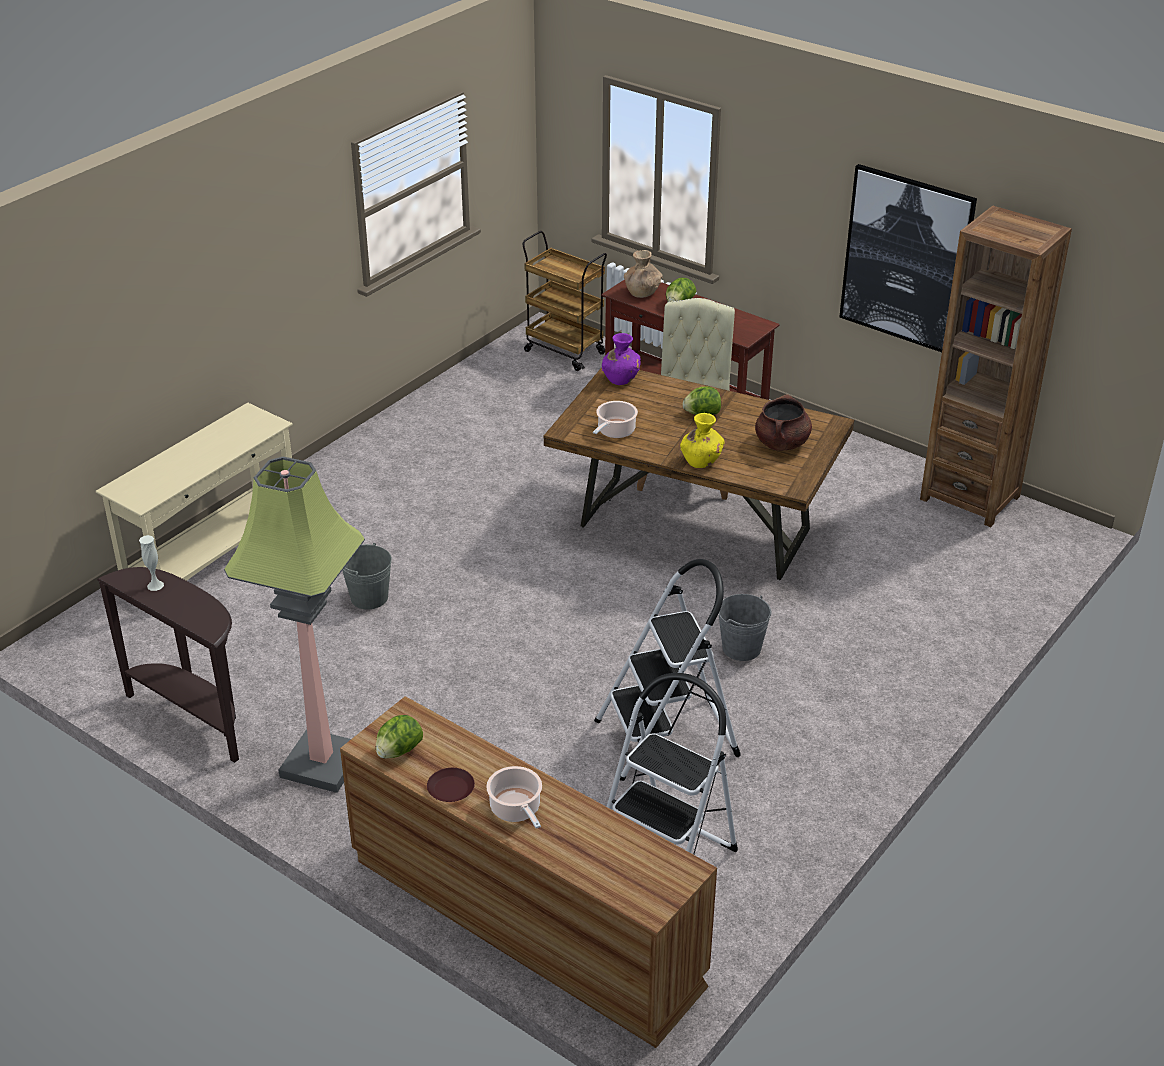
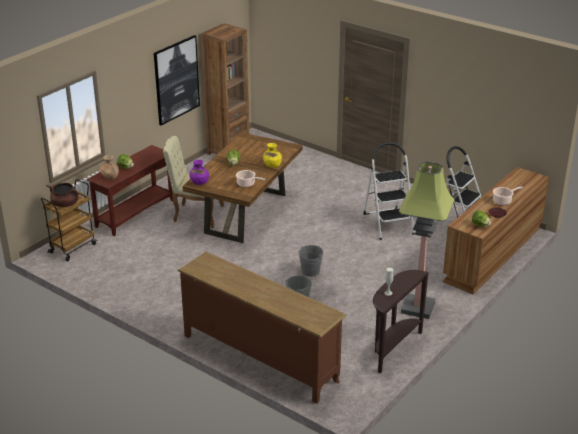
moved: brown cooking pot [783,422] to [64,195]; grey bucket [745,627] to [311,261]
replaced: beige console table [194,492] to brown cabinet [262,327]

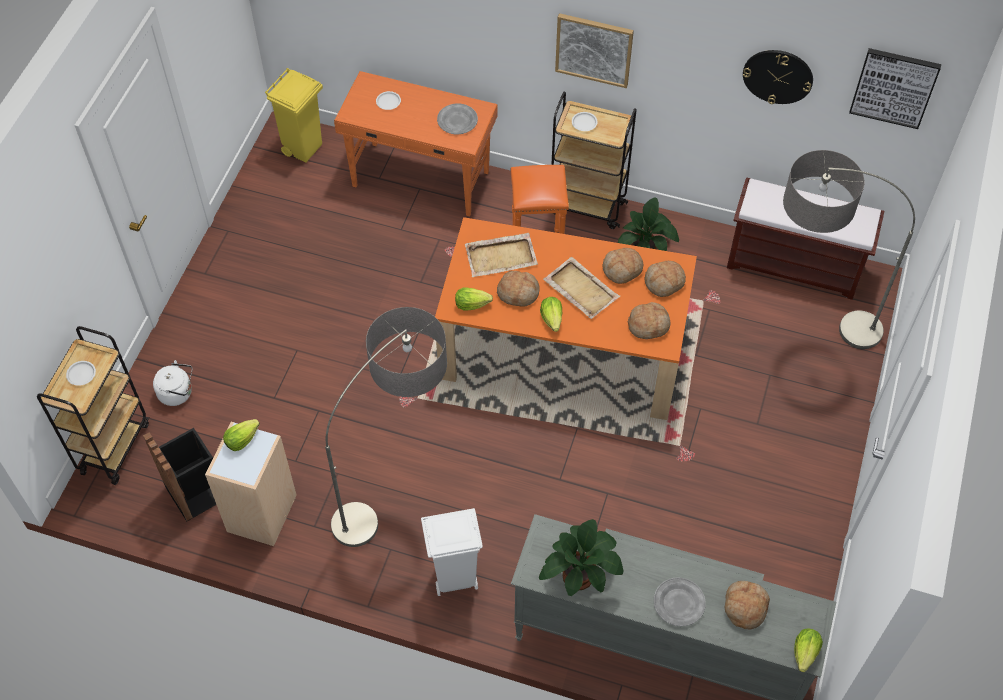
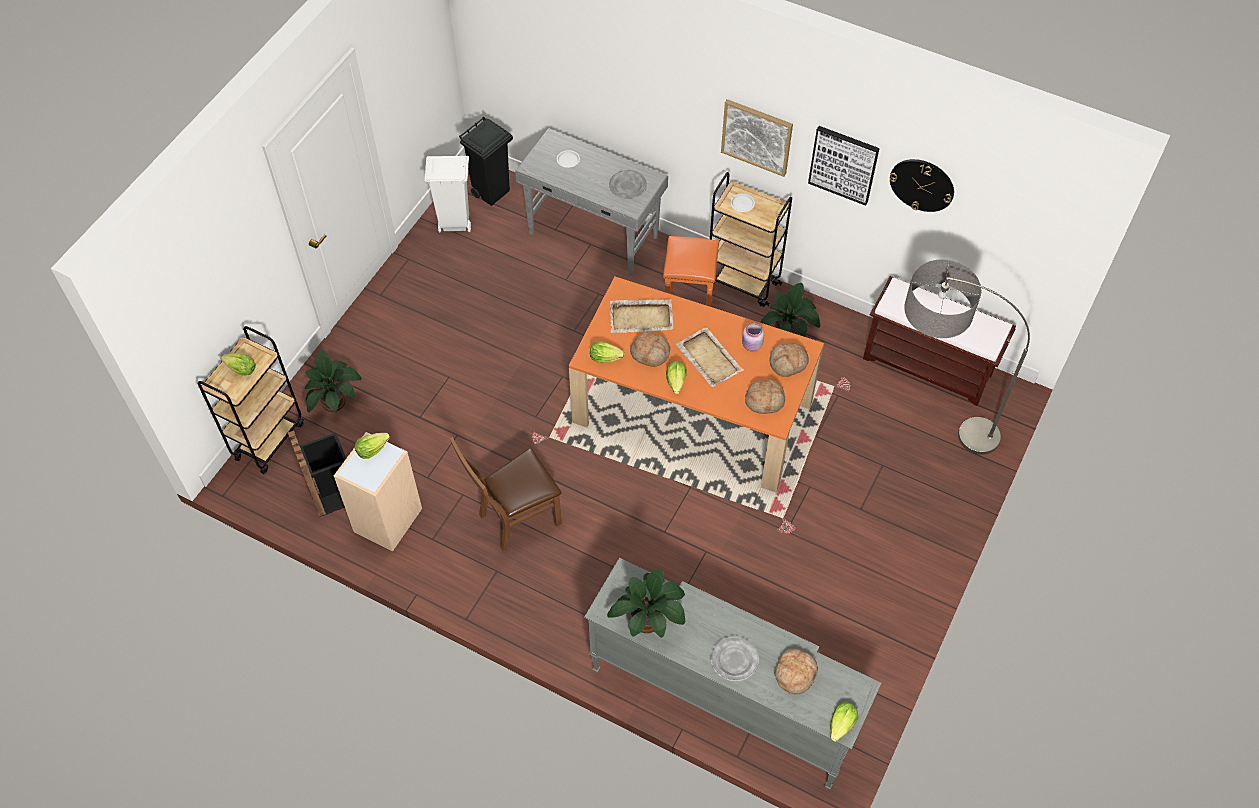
moved: picture [895,88] to [844,166]; white trash can [452,552] to [448,194]
replaced: bread [622,266] to pink jar [753,337]; floor lamp [386,427] to brown chair [506,494]; white kettle [172,383] to potted plant [333,381]; white plate [81,373] to lettuce [238,364]
recoloured: yellow trash can [294,115] to black trash can [486,161]; orange console table [415,144] to grey console table [591,202]

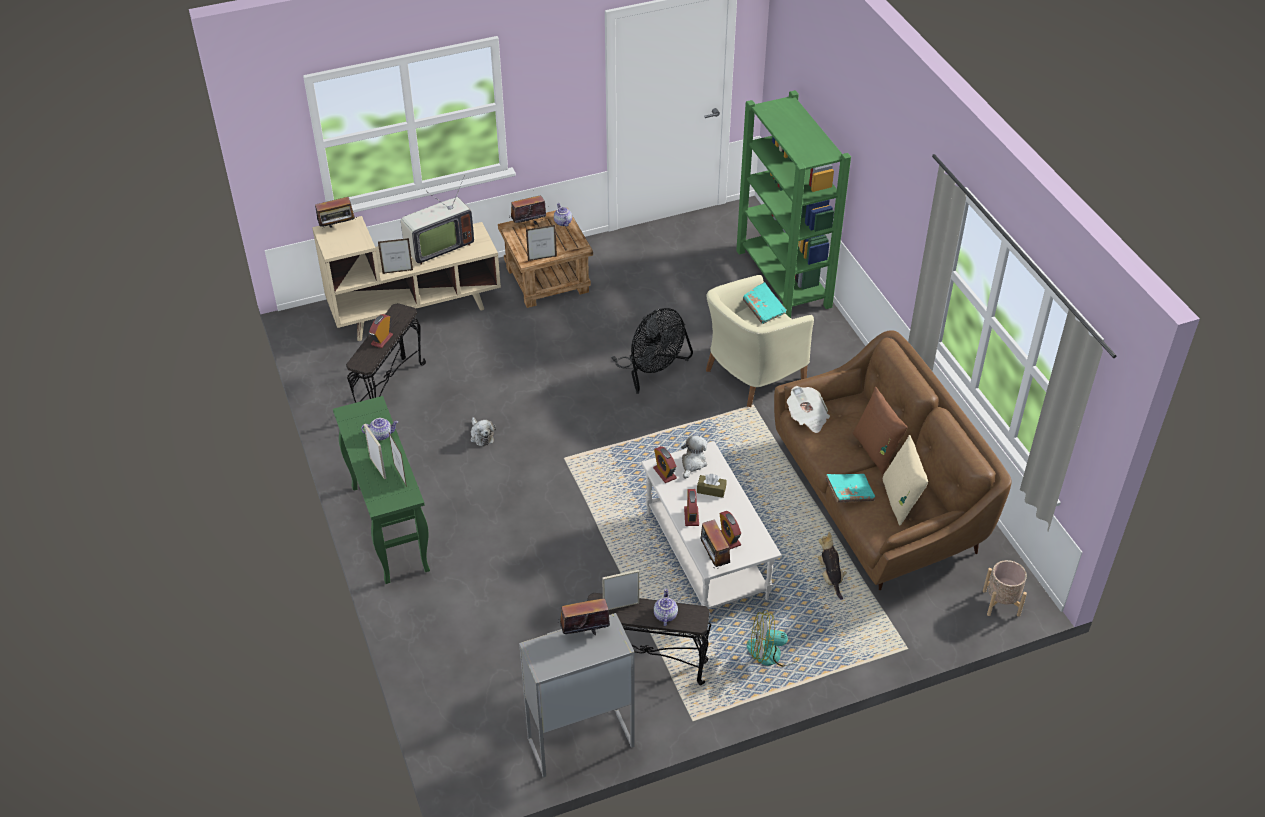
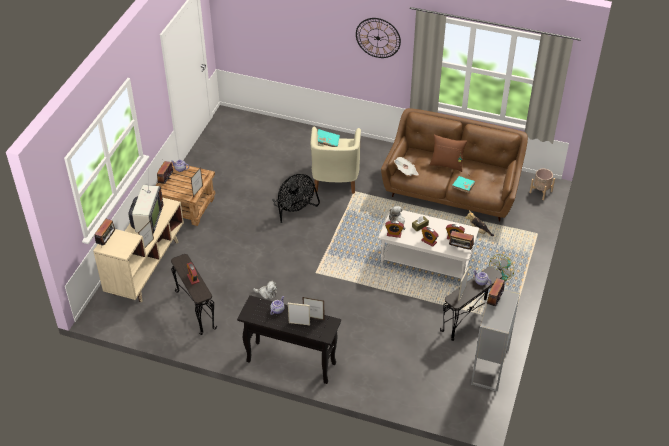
removed: green bookcase [793,204]; beige pillow [905,480]
added: wall clock [378,38]
recoloured: green console table [381,490] to black console table [289,339]
turned: black fan [652,351] = [296,198] 60 degrees clockwise

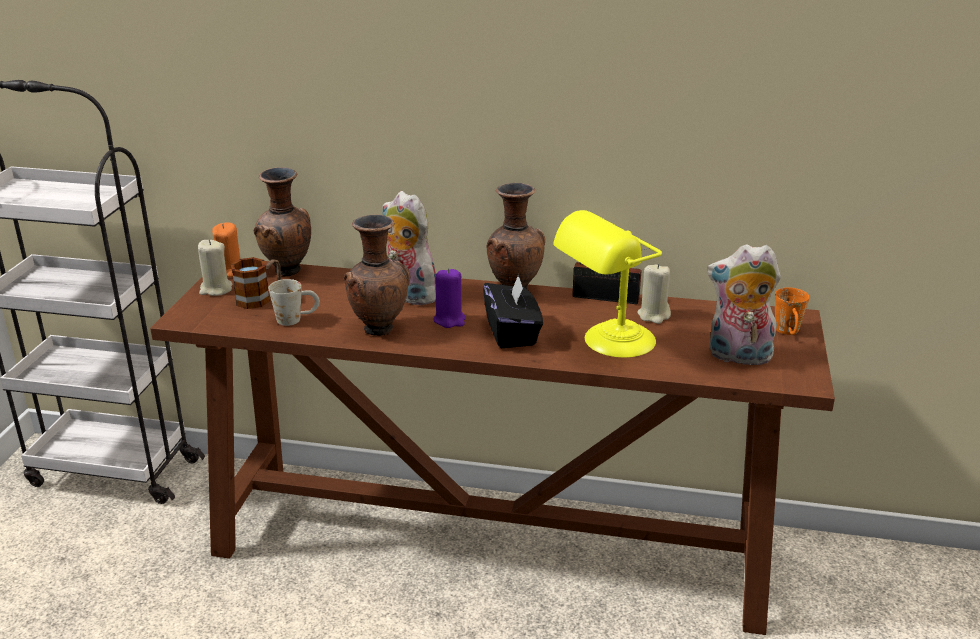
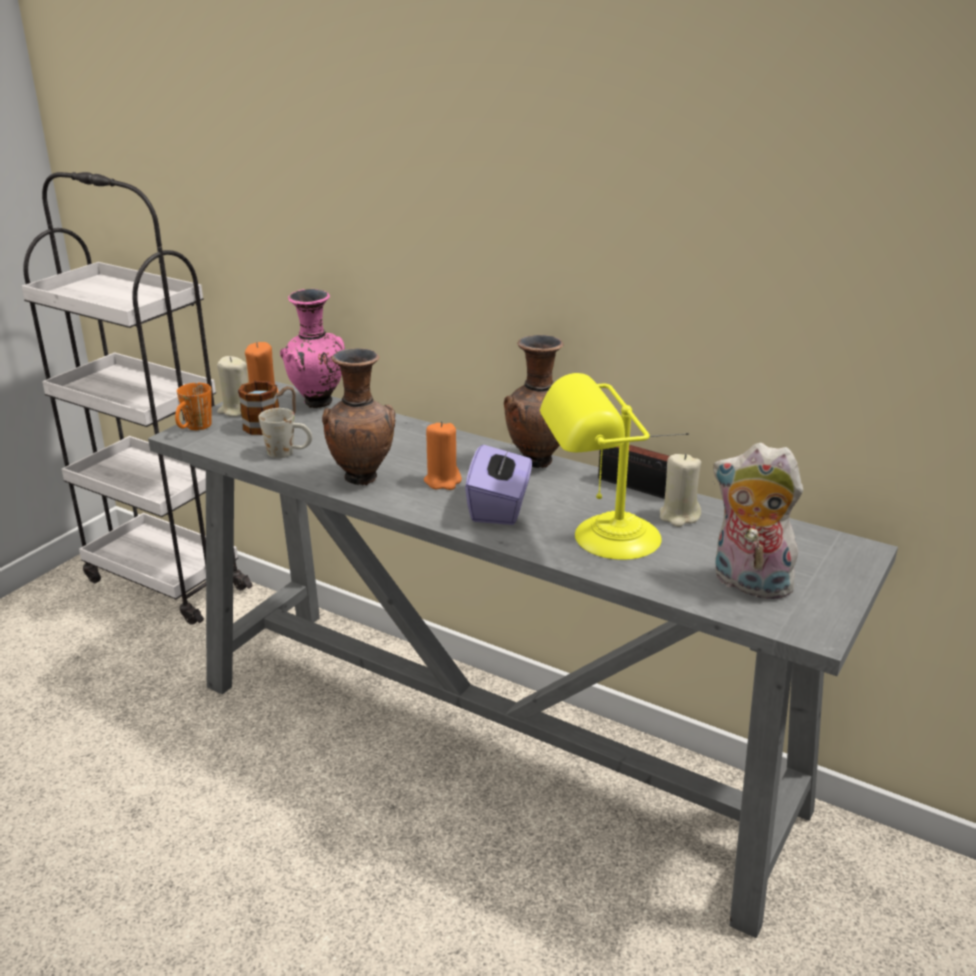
removed: plush toy [409,248]
moved: orange mug [792,311] to [193,406]
recoloured: brown vase [282,222] to pink vase [312,348]; brown console table [492,448] to grey console table [523,659]; purple candle [450,298] to orange candle [443,455]; black tissue box [513,311] to purple tissue box [498,482]

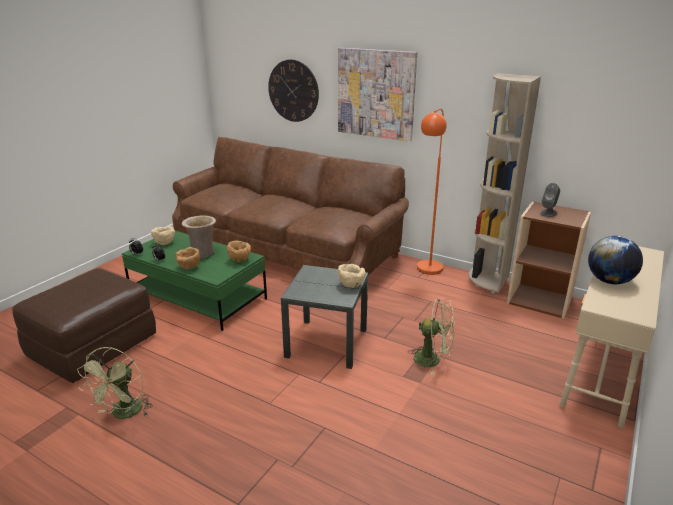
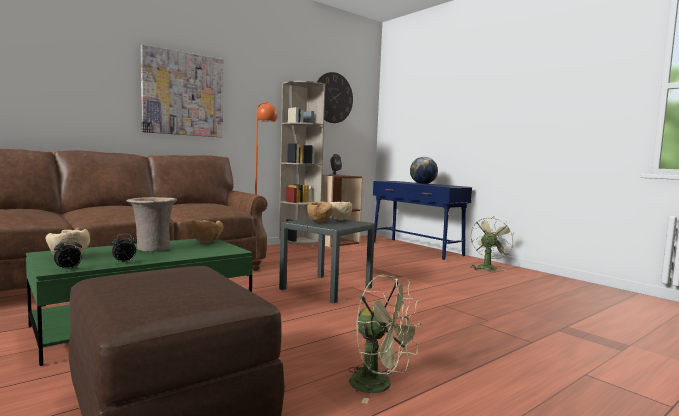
moved: wall clock [293,91] to [335,97]; brown bowl [187,258] to [320,212]; green fan [431,336] to [492,243]
recoloured: beige console table [611,337] to blue console table [422,220]

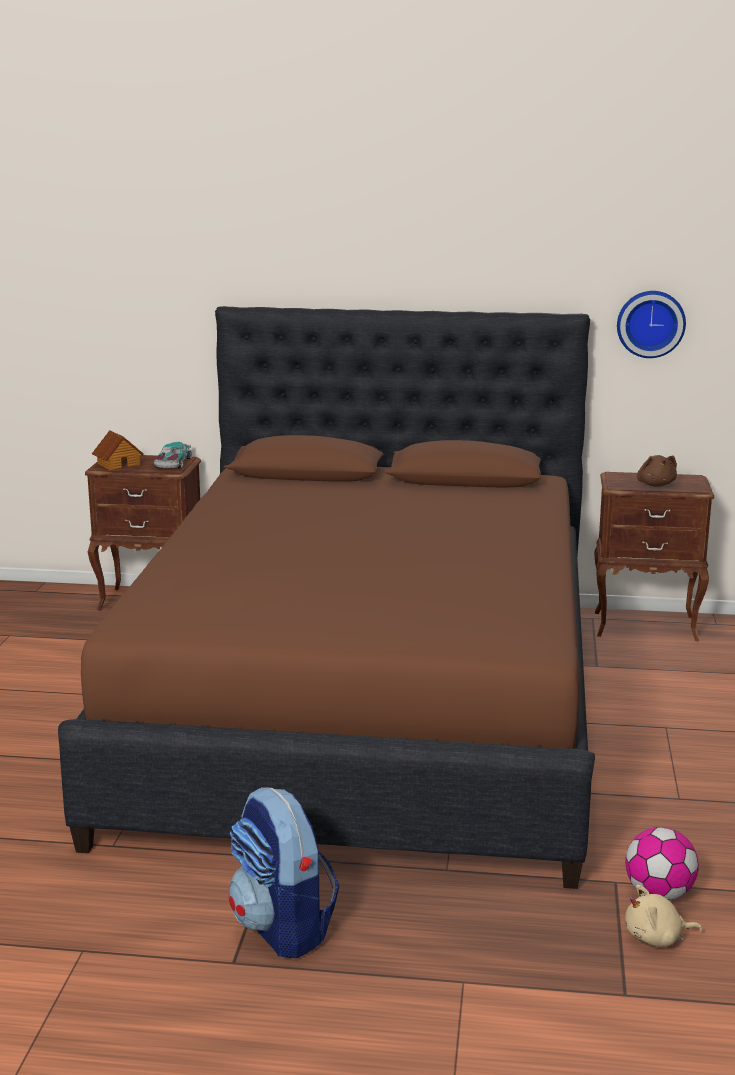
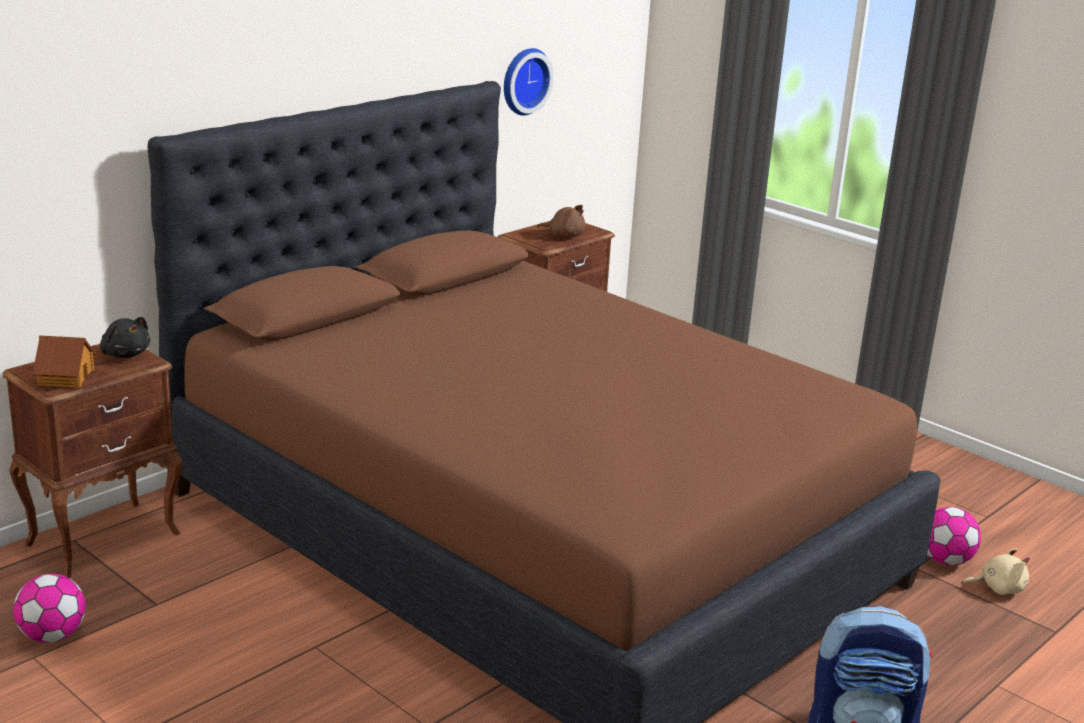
added: football [49,608]
replaced: toy car [173,455] to black plush toy [125,337]
turned: beige plush toy [663,916] = [996,571] 120 degrees counterclockwise

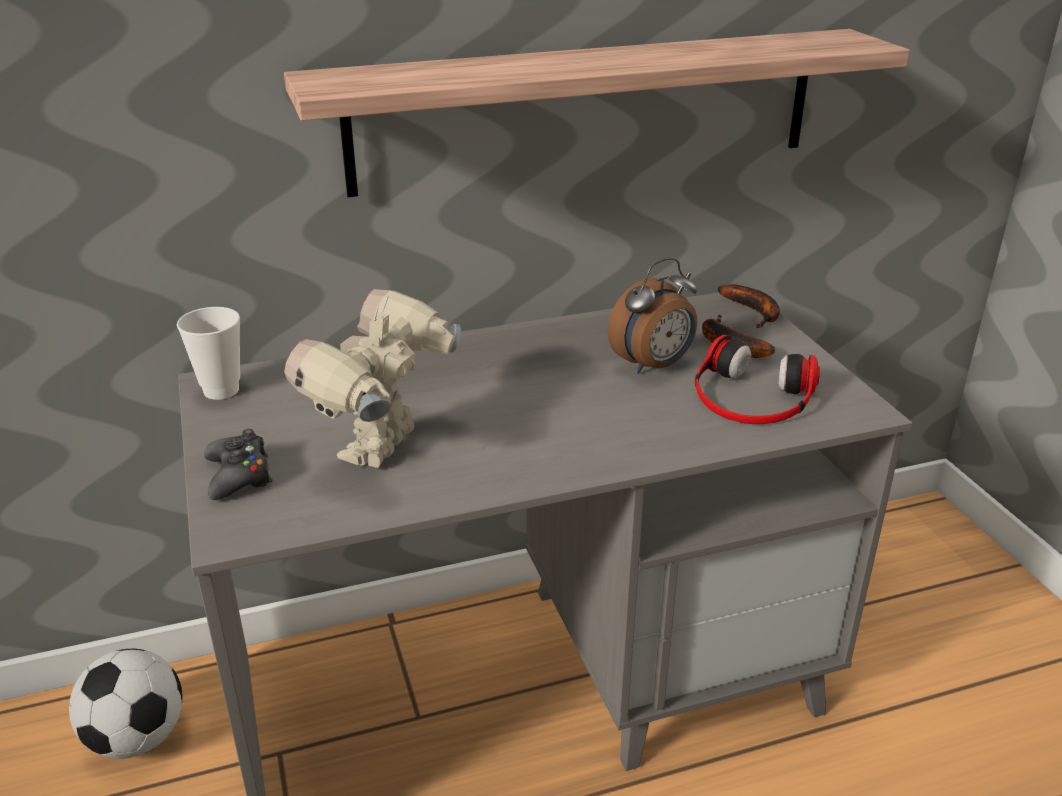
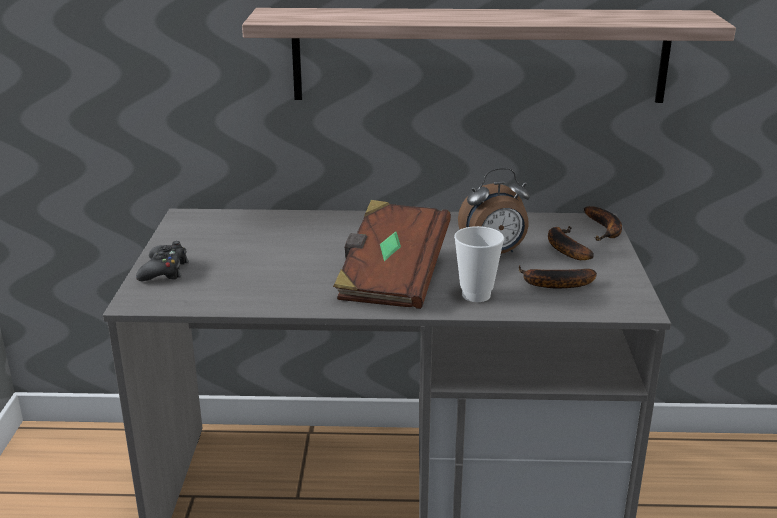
removed: toy robot [372,378]; football [126,704]
added: brown book [392,254]
moved: cup [208,353] to [479,264]
replaced: headphones [757,379] to banana [558,277]

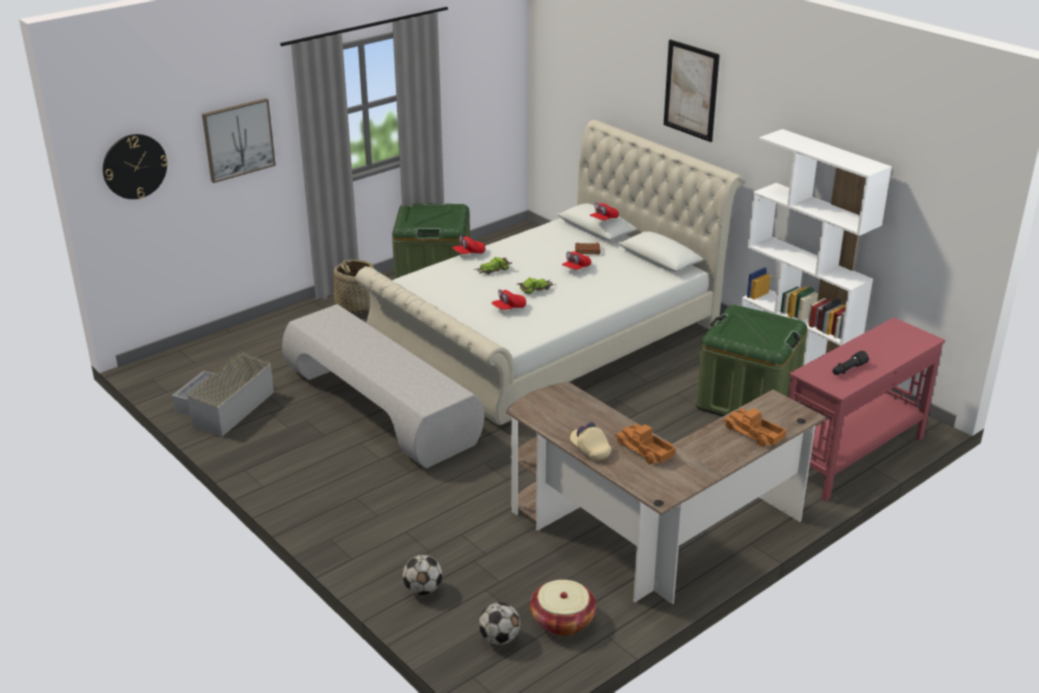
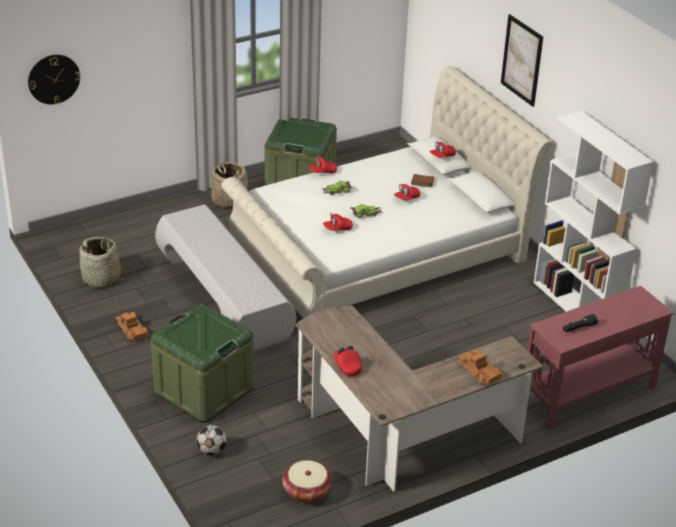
removed: picture [239,140]; football [499,623]
moved: green storage box [751,360] to [202,363]; toy truck [645,444] to [131,326]
replaced: grey storage box [223,394] to basket [101,262]
recoloured: beige cap [590,441] to red cap [348,360]

